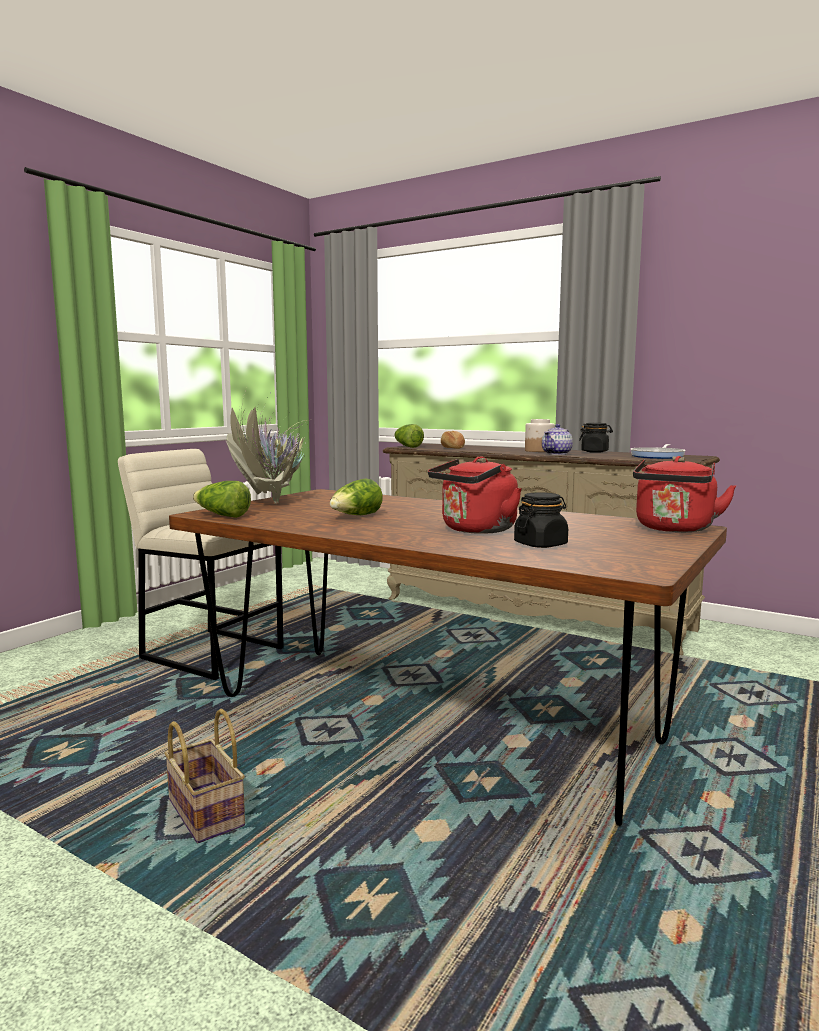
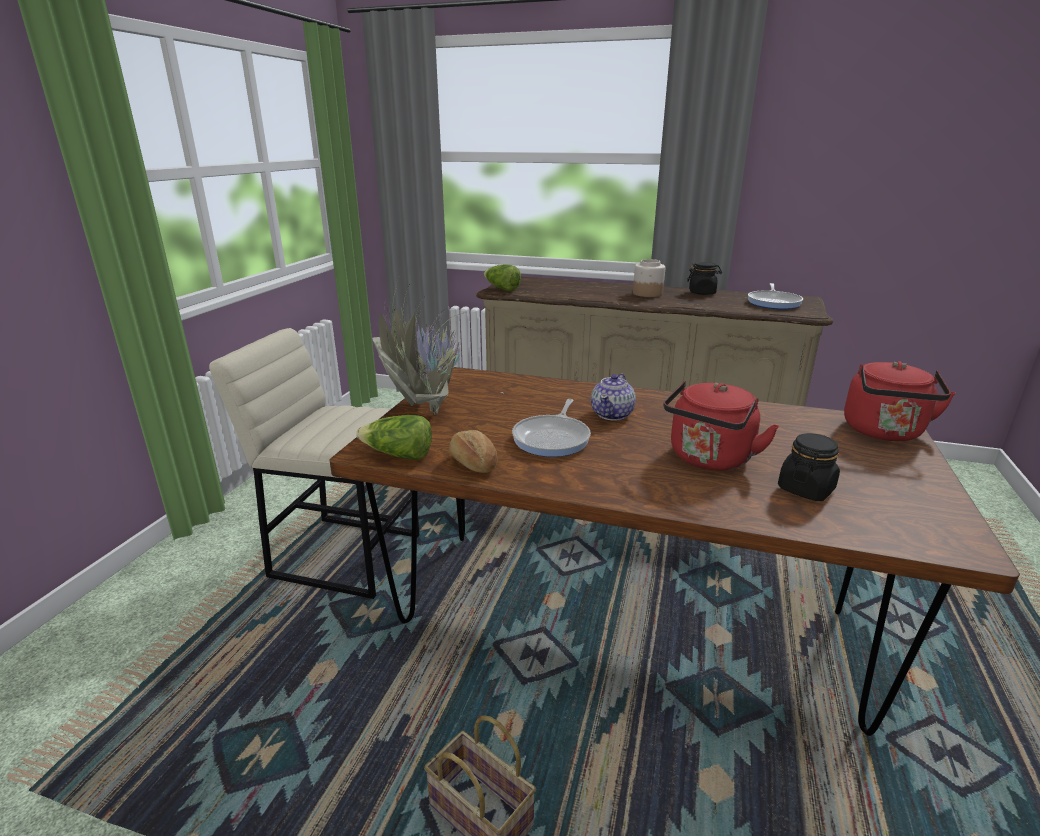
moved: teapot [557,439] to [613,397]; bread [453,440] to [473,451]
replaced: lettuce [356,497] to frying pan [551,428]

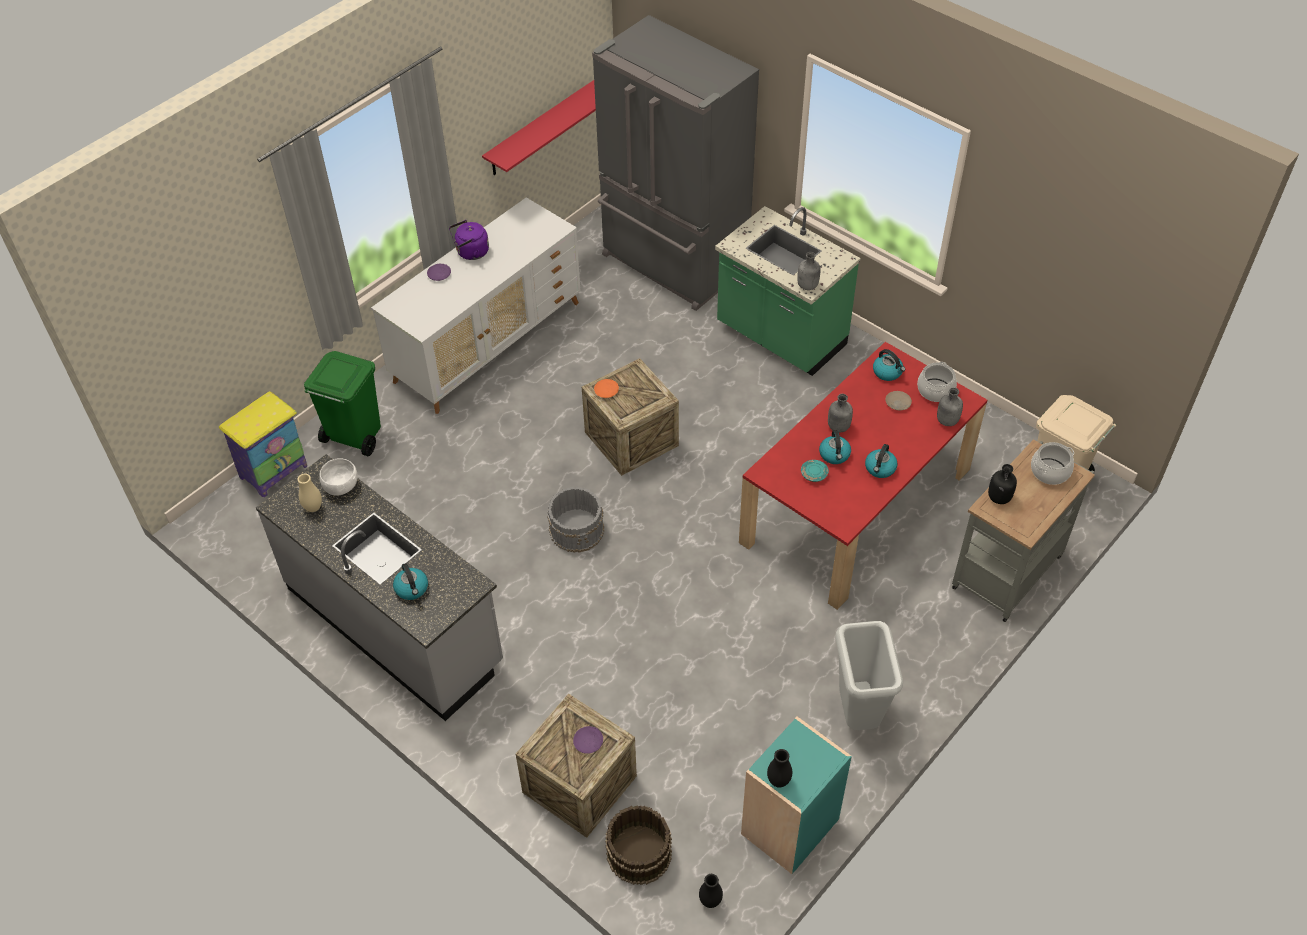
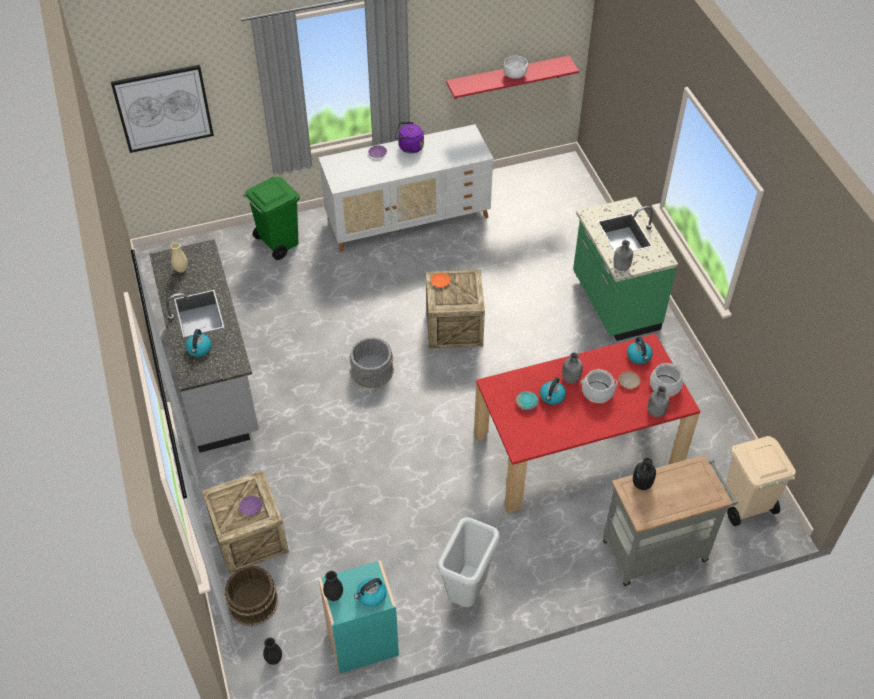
removed: grey fridge [675,163]; nightstand [263,444]
added: picture [162,109]
moved: cooking pot [1052,463] to [599,386]; kettle [881,461] to [370,592]; white bowl [338,477] to [515,67]

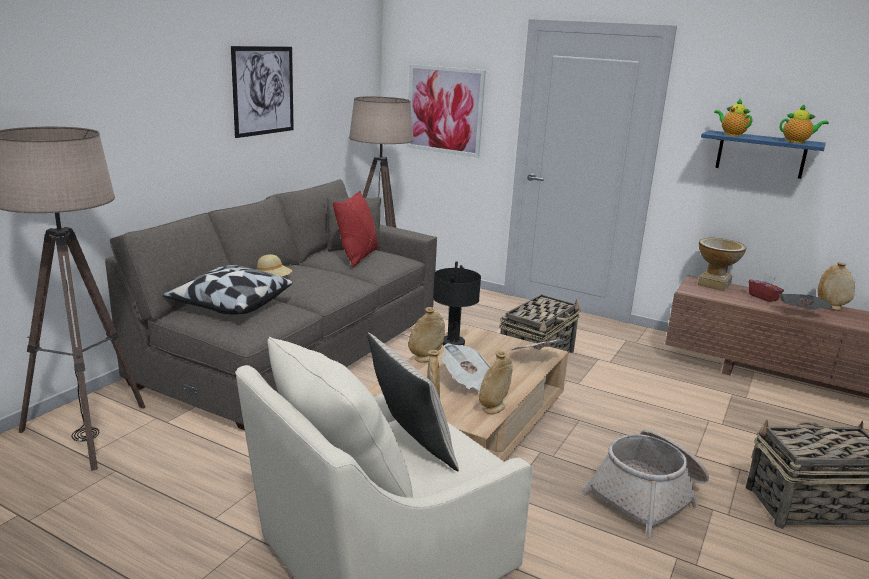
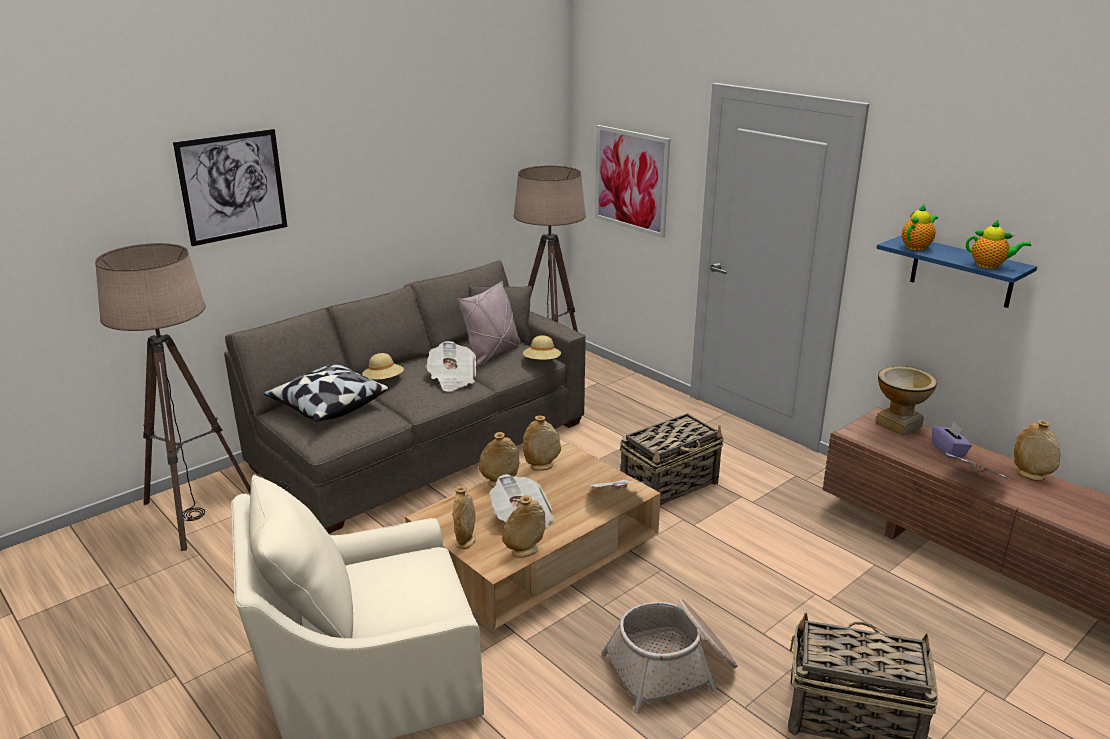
removed: beige pillow [413,402]
added: beige hat [542,347]; newspaper [451,366]
moved: picture [262,92] to [230,187]
replaced: black table lamp [457,303] to beige vase [542,443]
recoloured: red pillow [355,229] to purple pillow [489,324]; red tissue box [766,288] to purple tissue box [952,440]
turned: teapot [733,117] = [920,227] 60 degrees clockwise

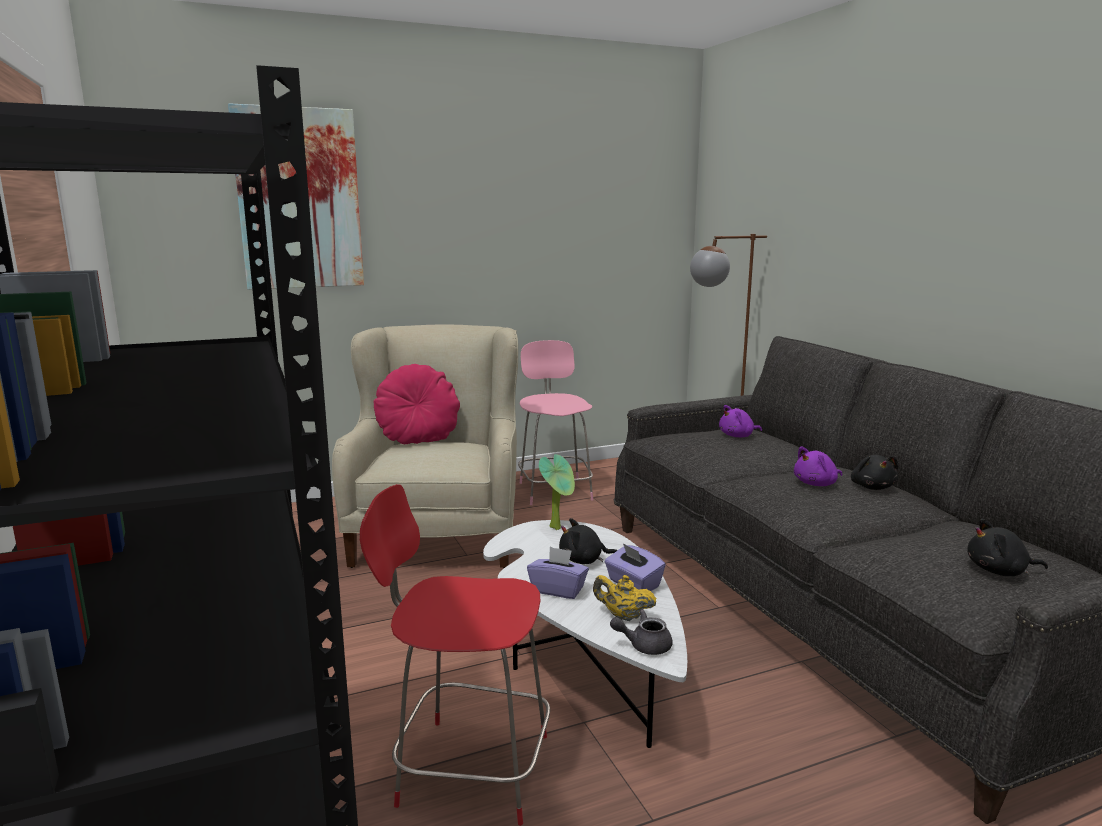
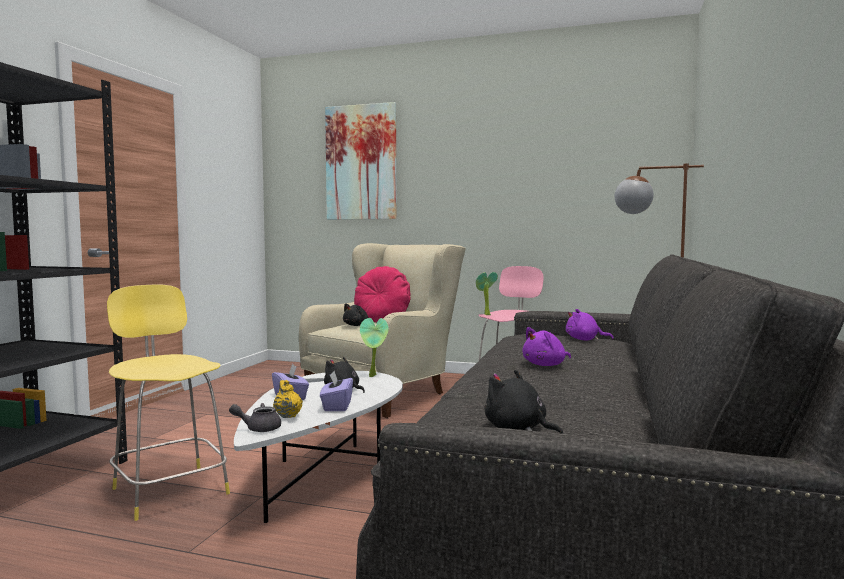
added: potted plant [487,293]
moved: black plush toy [874,472] to [356,314]
recoloured: red stool [455,655] to yellow stool [168,403]
turned: purple plush toy [818,466] = [547,346] 45 degrees counterclockwise; grey teapot [641,632] = [255,417] 45 degrees counterclockwise

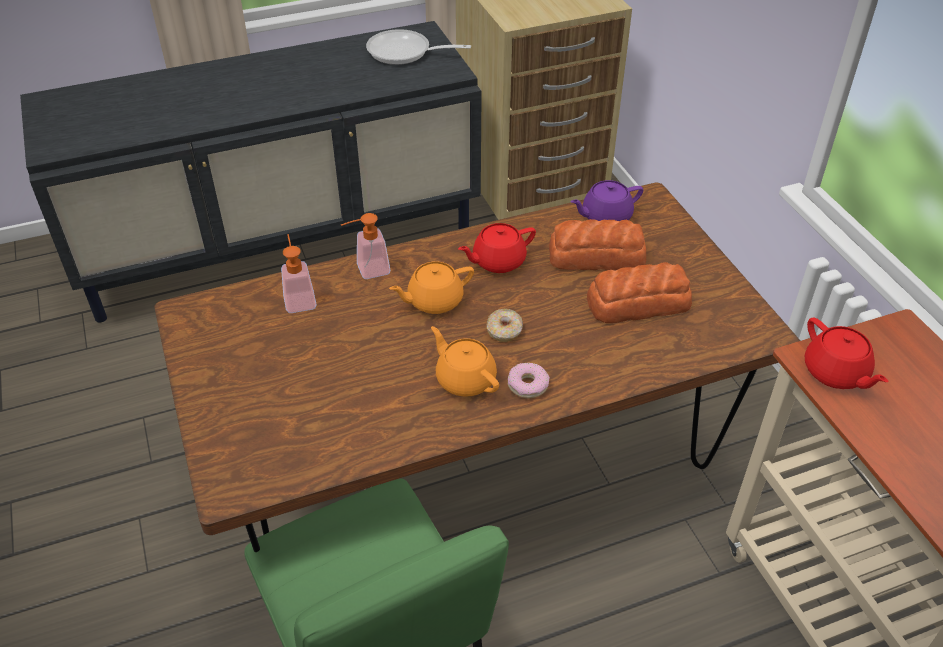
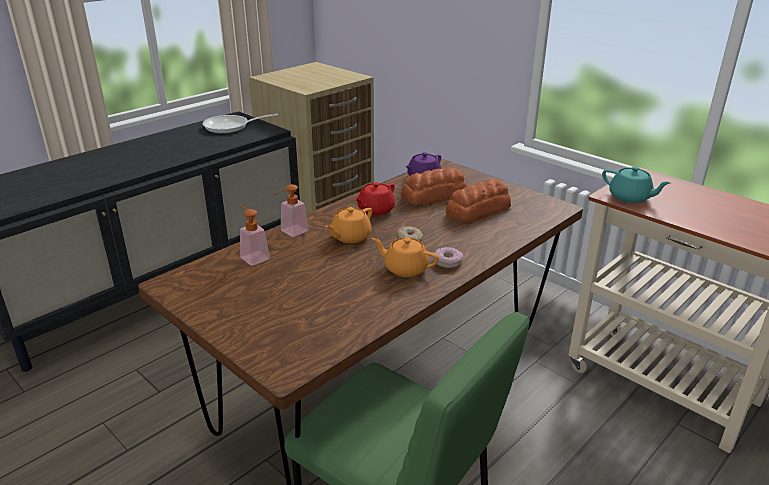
recoloured: red teapot [846,353] to turquoise teapot [636,184]

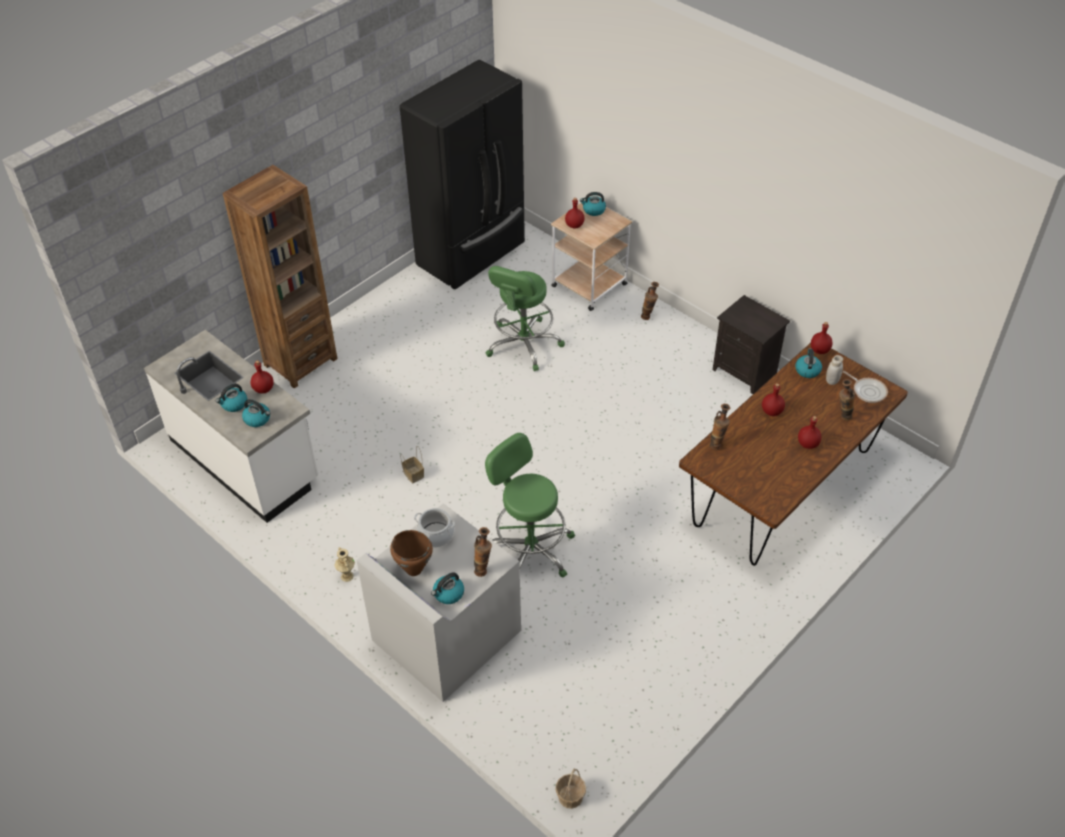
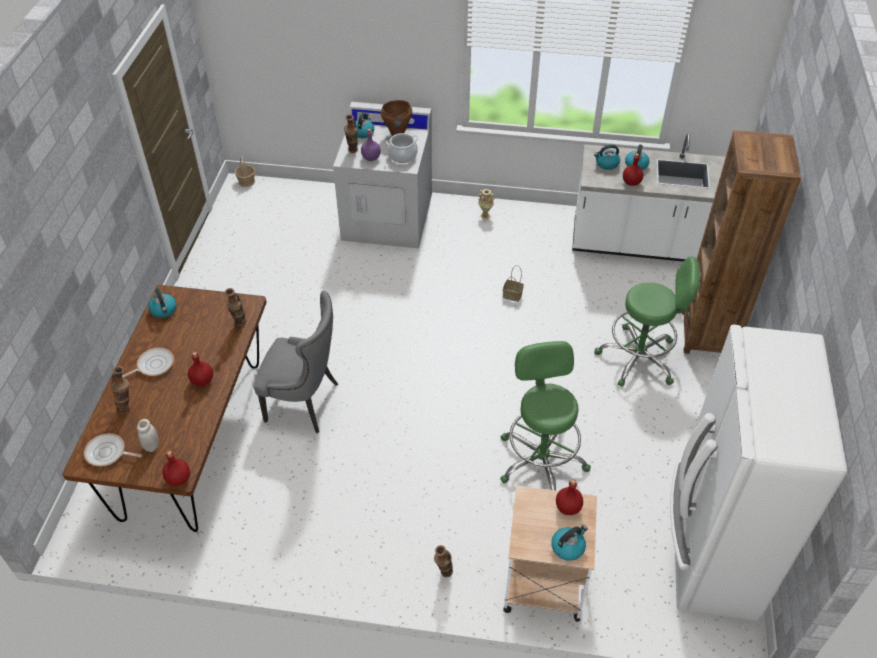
removed: black nightstand [751,344]
added: purple bottle [371,145]; grey chair [296,361]
moved: kettle [808,363] to [162,303]; green stool [530,505] to [647,322]
replaced: red bottle [809,432] to frying pan [148,363]
recoloured: black fridge [462,174] to white fridge [758,472]

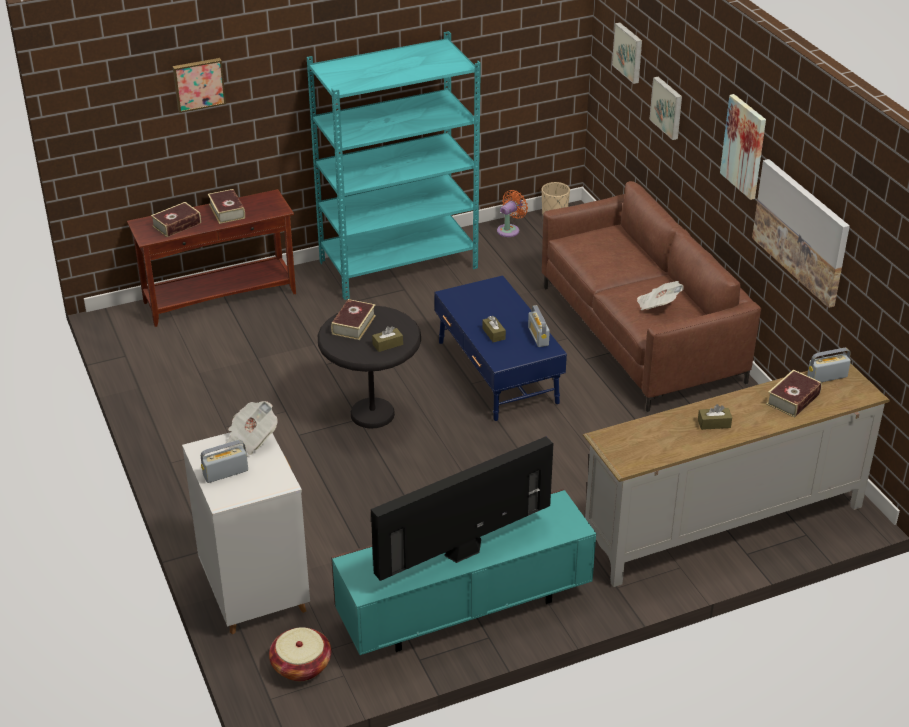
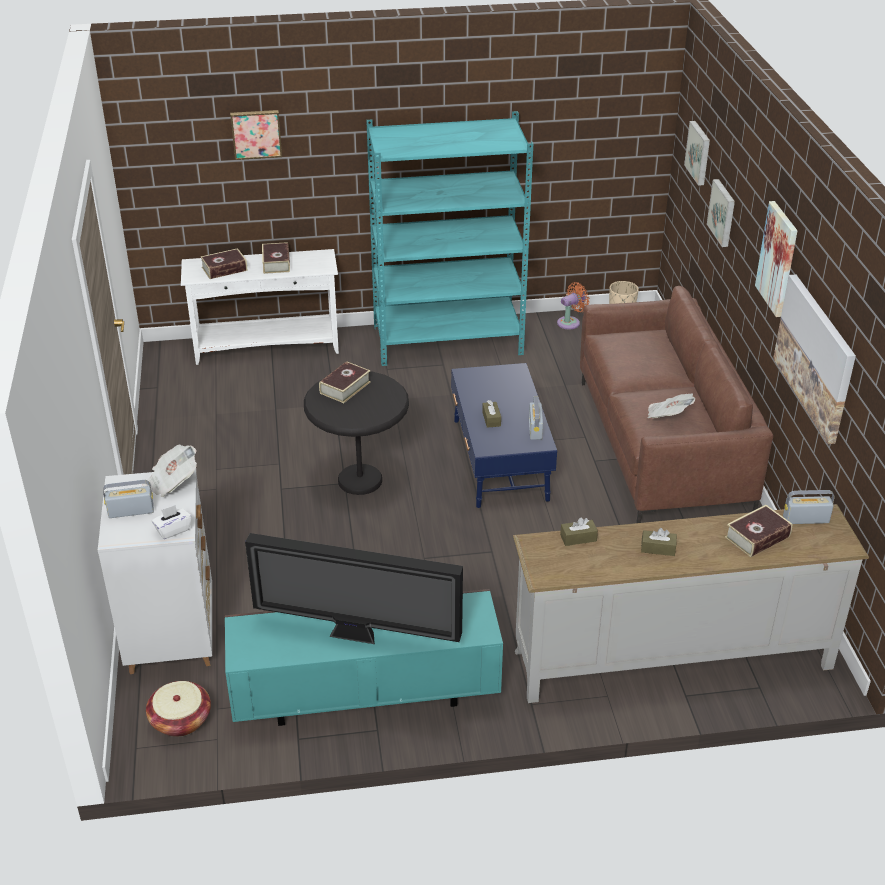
added: white tissue box [171,522]
moved: brown tissue box [387,339] to [579,531]
recoloured: brown console table [211,258] to white console table [260,307]
turned: television [462,508] = [354,588] 150 degrees counterclockwise

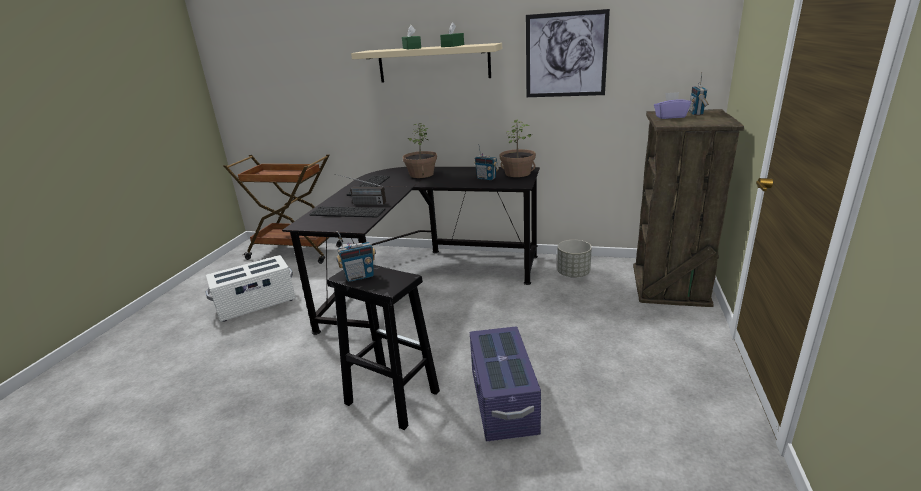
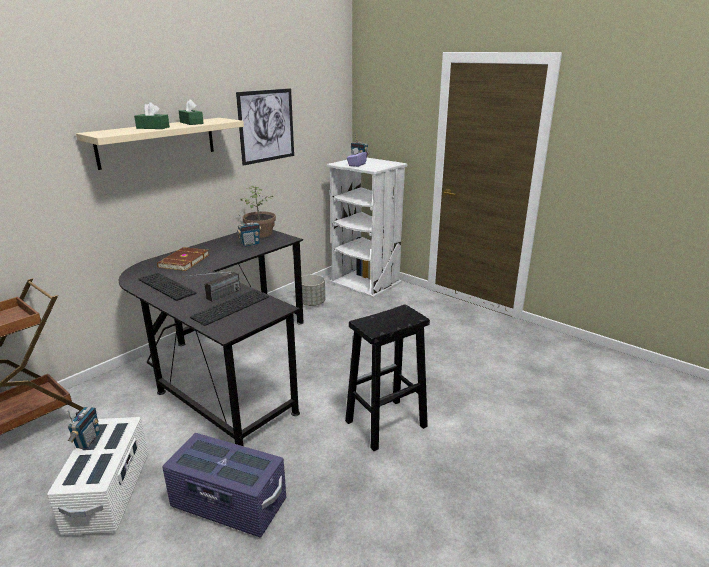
moved: radio [356,256] to [83,428]; purple storage box [505,383] to [224,485]
replaced: potted plant [420,150] to brown book [183,259]
recoloured: brown bookcase [688,208] to white bookcase [366,228]

